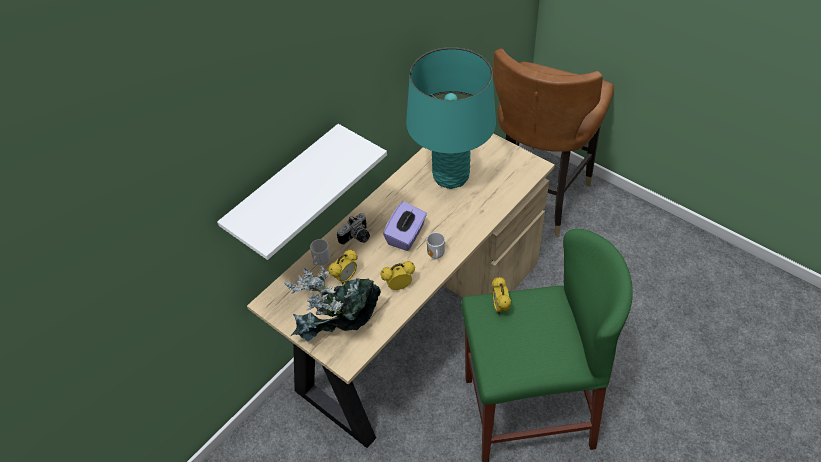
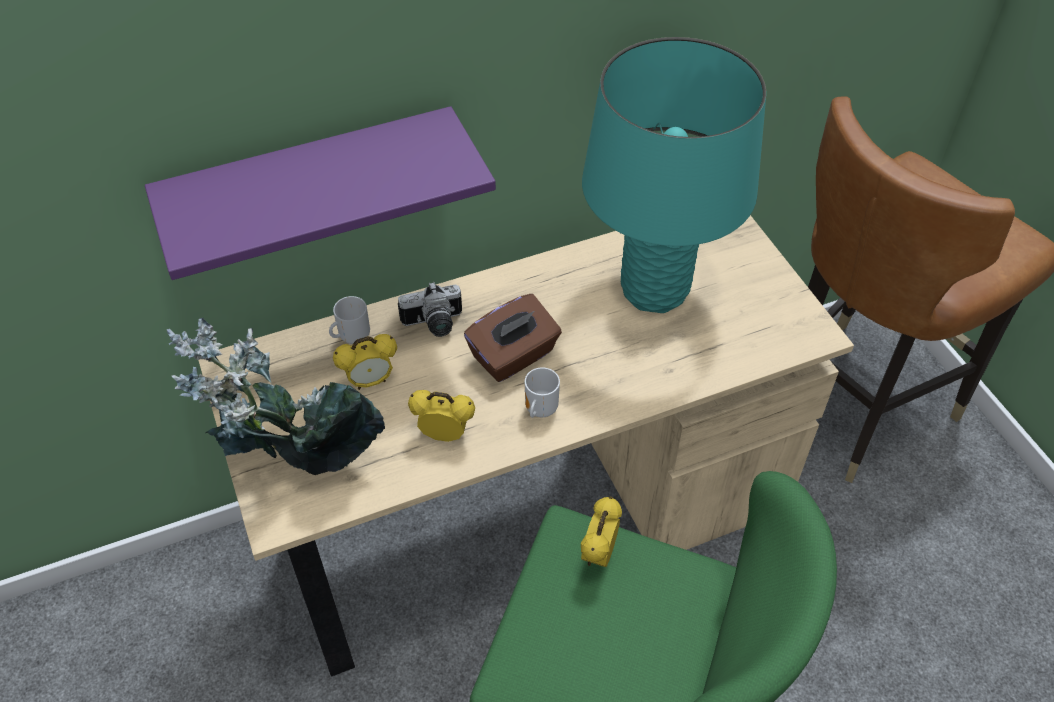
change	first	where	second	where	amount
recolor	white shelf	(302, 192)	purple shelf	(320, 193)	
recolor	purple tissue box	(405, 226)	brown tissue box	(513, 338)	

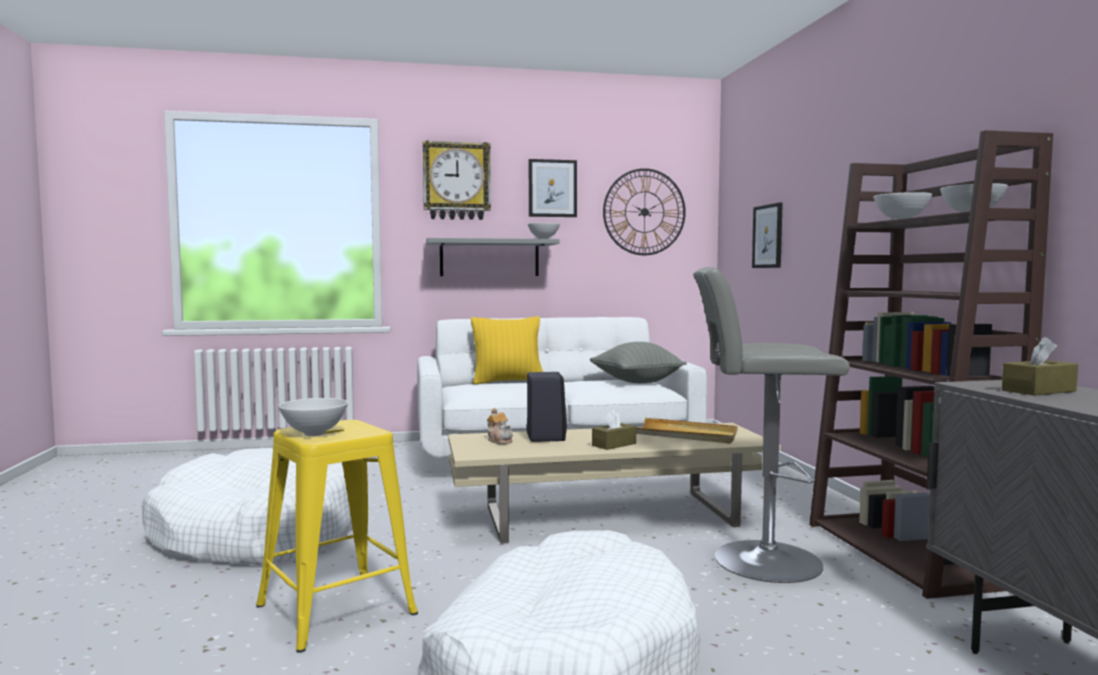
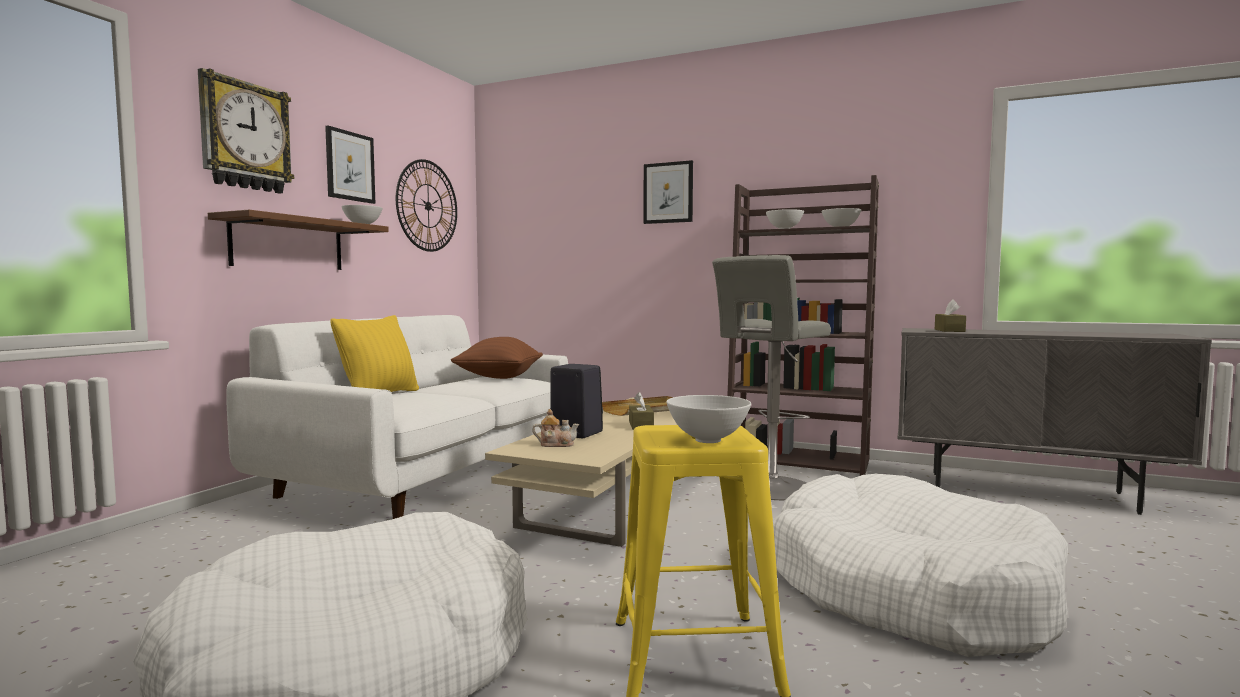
change	first	where	second	where	amount
recolor	grey shelf	(493, 257)	brown shelf	(298, 240)	
recolor	grey pillow	(638, 362)	brown pillow	(497, 358)	
move	picture	(767, 235)		(668, 192)	

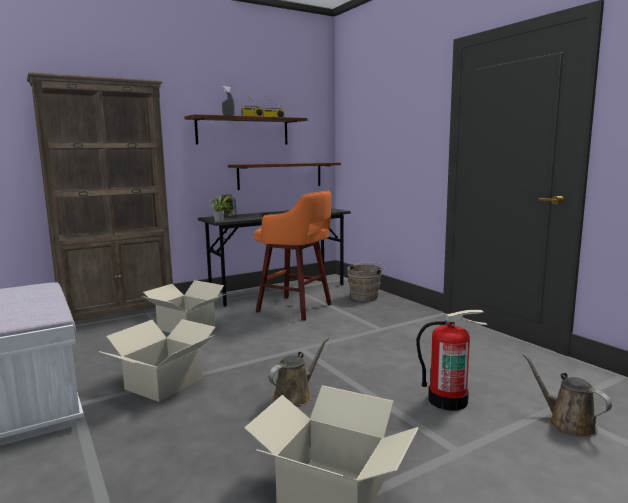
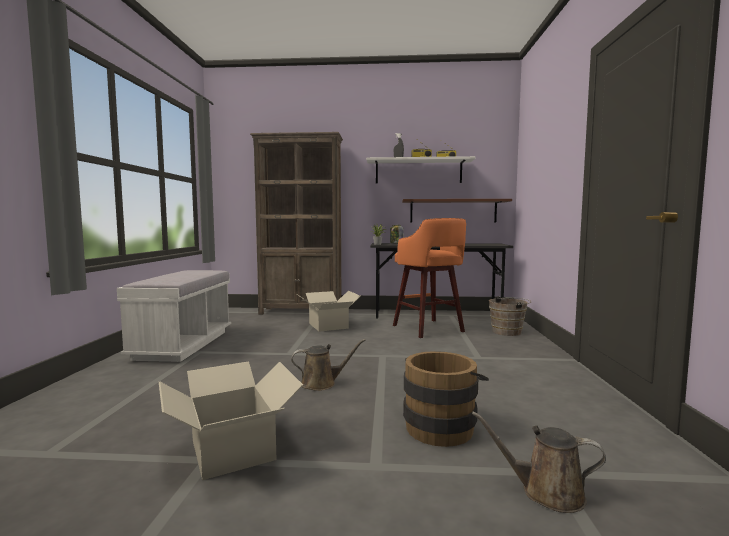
change	first	where	second	where	amount
delete	cardboard box	(157, 360)			
recolor	brown shelf	(246, 129)	white shelf	(421, 169)	
replace	fire extinguisher	(451, 360)	brown bucket	(446, 399)	
rotate	brown watering can	(567, 395)		(539, 462)	75 degrees counterclockwise

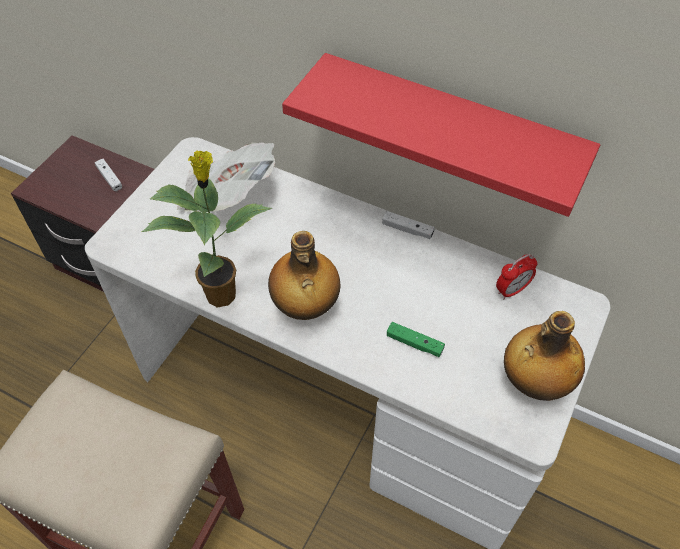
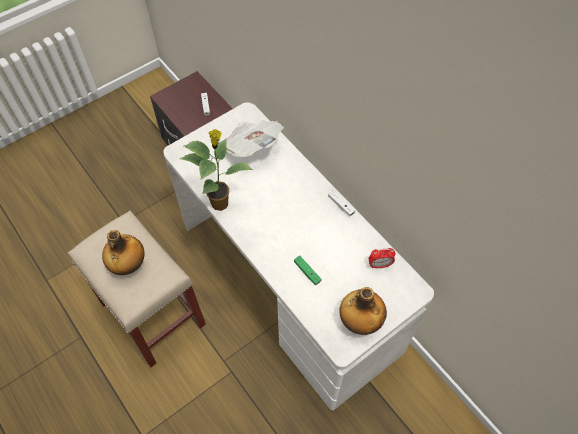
change	first	where	second	where	amount
move	bottle	(304, 275)		(123, 252)	
delete	red shelf	(441, 135)			

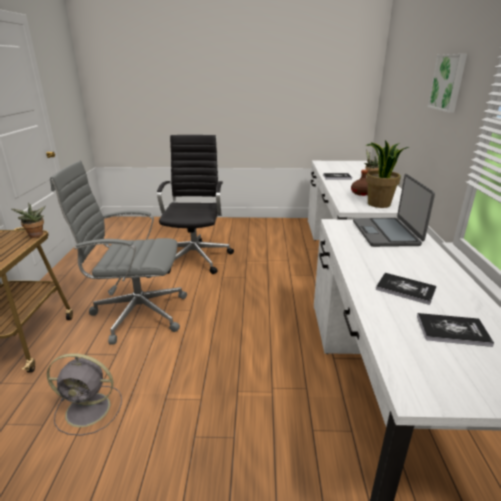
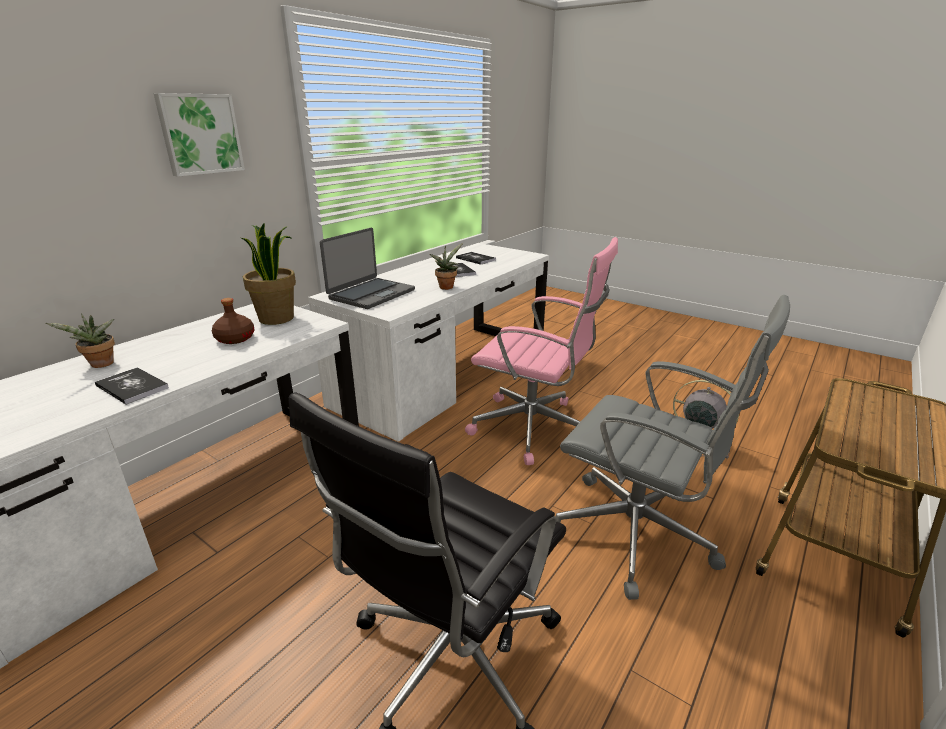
change	first	where	second	where	amount
move	potted plant	(28, 220)		(446, 266)	
insert			pink office chair	(541, 351)	

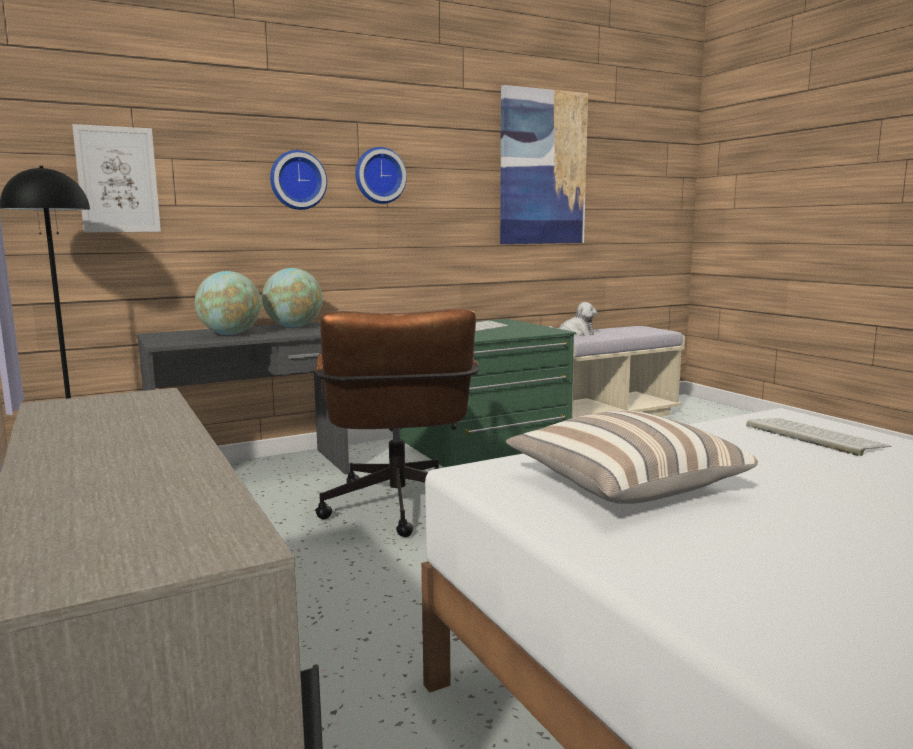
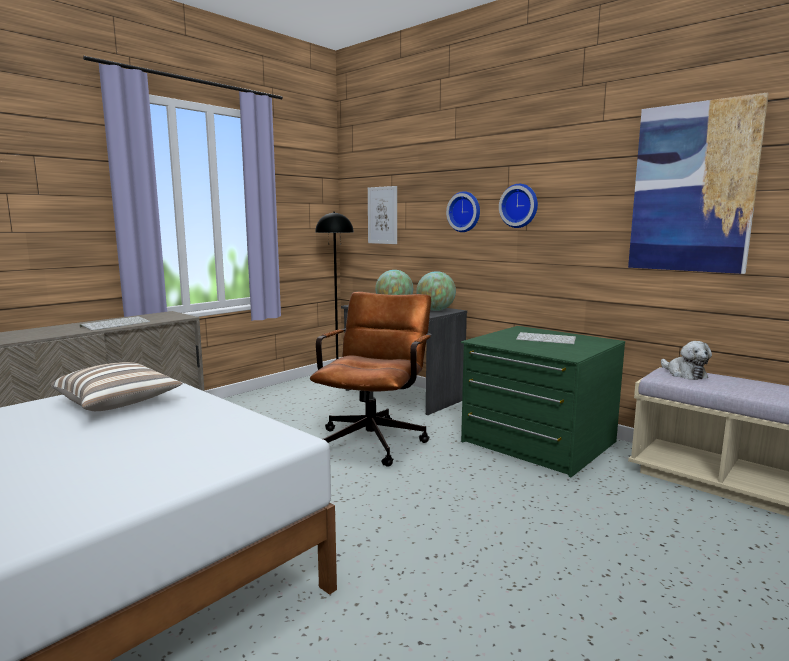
change	first	where	second	where	amount
rotate	brown office chair	(397, 423)		(371, 379)	135 degrees clockwise
move	keyboard	(819, 437)		(115, 323)	

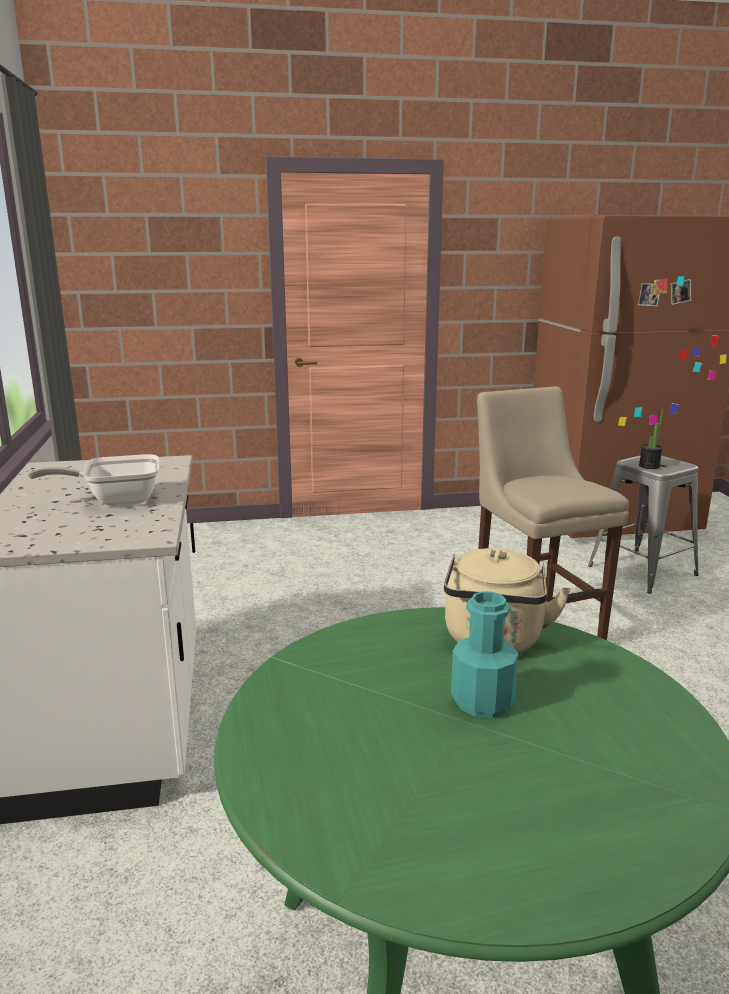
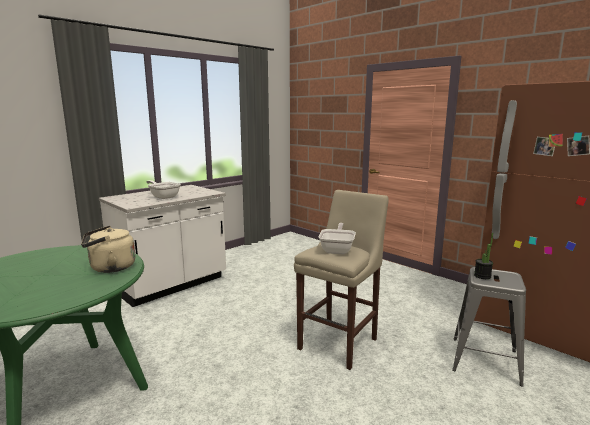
change	first	where	second	where	amount
delete	turquoise bottle	(484, 654)			
insert			frying pan	(337, 238)	

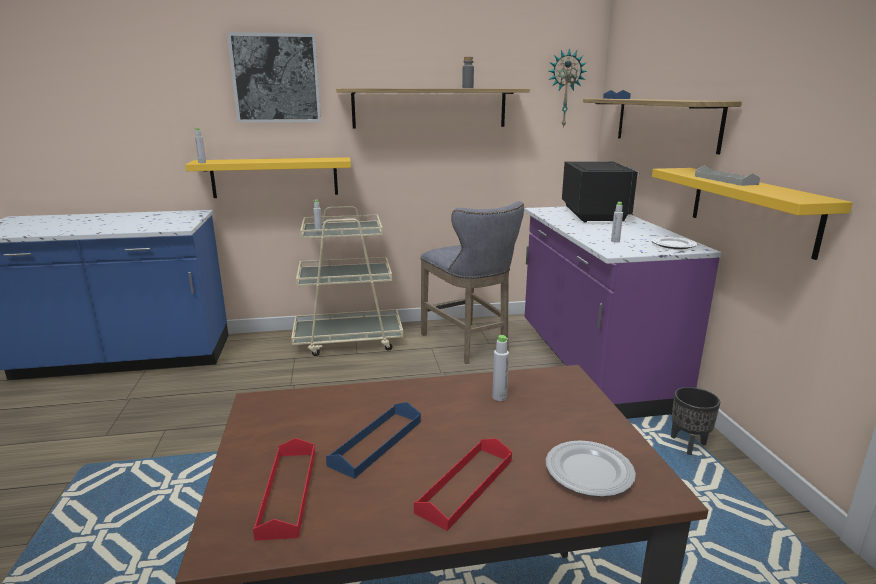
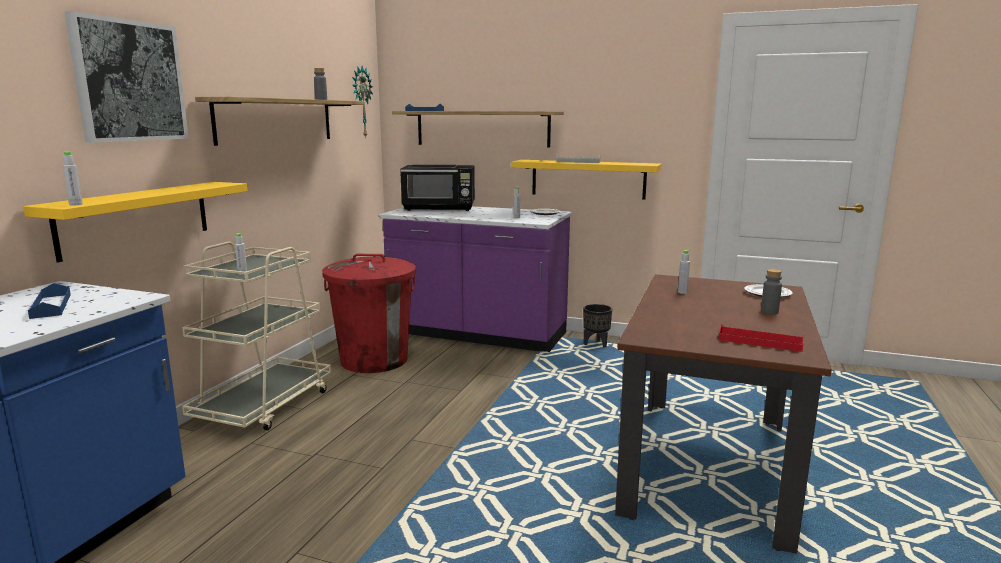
change	first	where	second	where	amount
move	blue tray	(373, 440)		(49, 301)	
replace	red tray	(463, 484)	grey bottle	(771, 292)	
replace	grey stool	(472, 282)	red trash can	(369, 313)	
rotate	black microwave	(600, 191)		(437, 188)	150 degrees clockwise

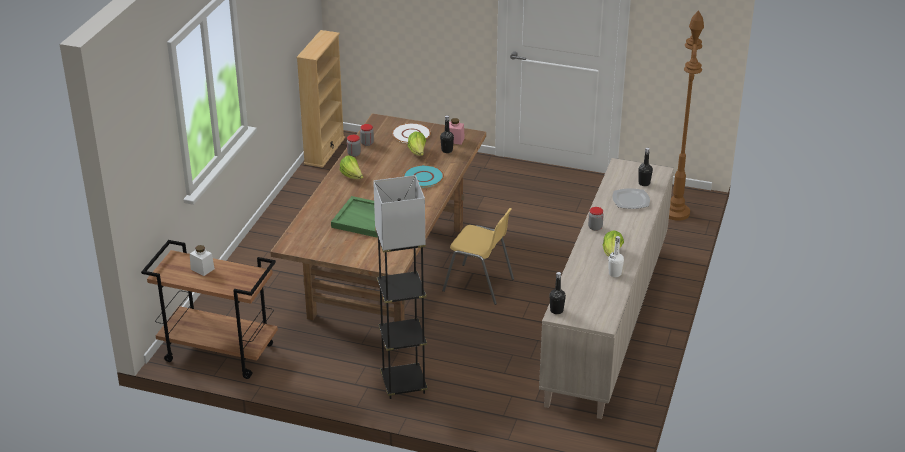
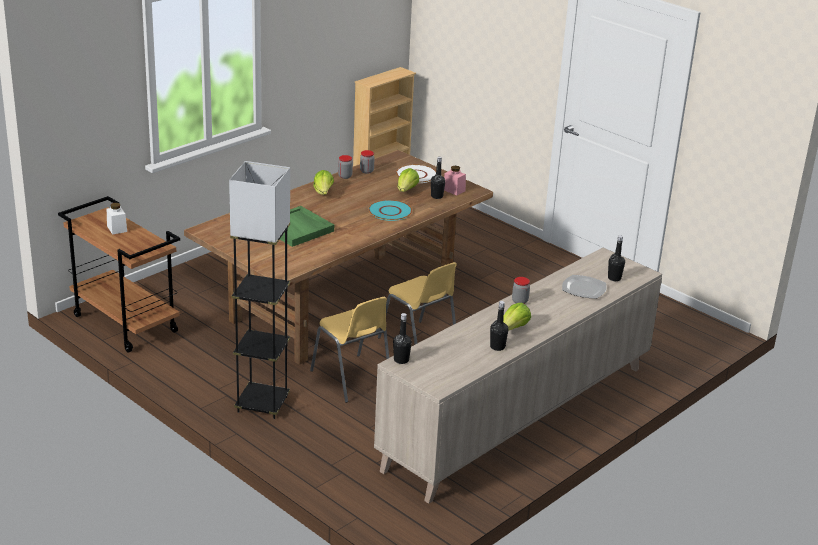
change	first	where	second	where	amount
recolor	white bottle	(616, 256)	black bottle	(499, 326)	
delete	brown floor lamp	(686, 115)			
insert			yellow chair	(349, 350)	

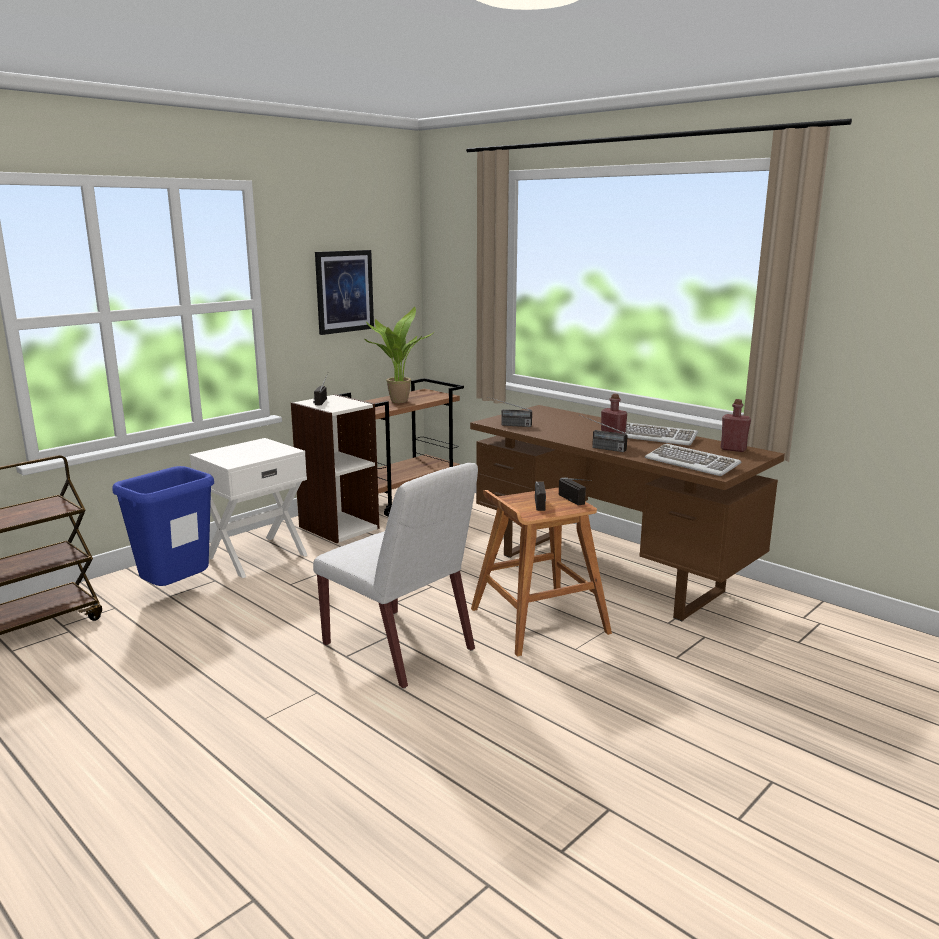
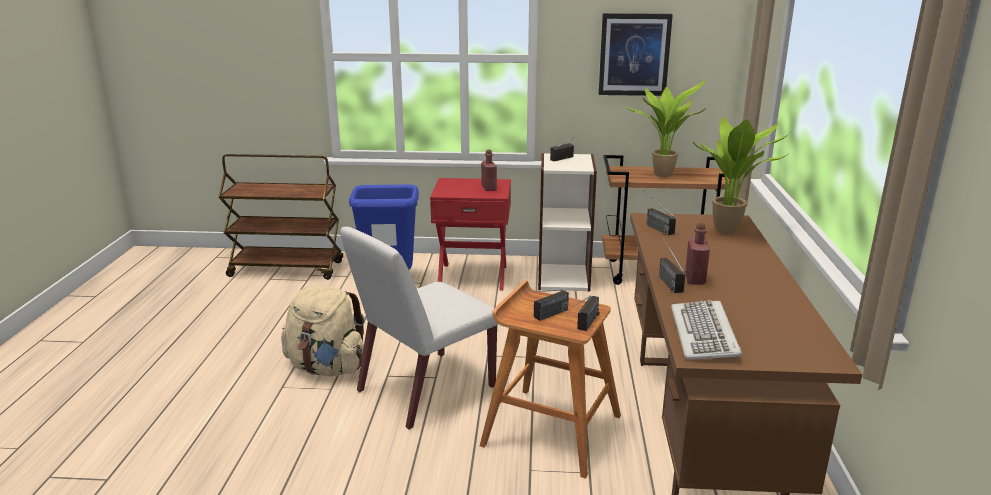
change	first	where	second	where	amount
recolor	white nightstand	(249, 508)	red nightstand	(470, 234)	
rotate	white chair	(395, 576)		(419, 328)	45 degrees clockwise
delete	keyboard	(662, 434)			
move	red bottle	(736, 425)		(489, 170)	
insert			beige backpack	(323, 331)	
insert			potted plant	(741, 175)	

